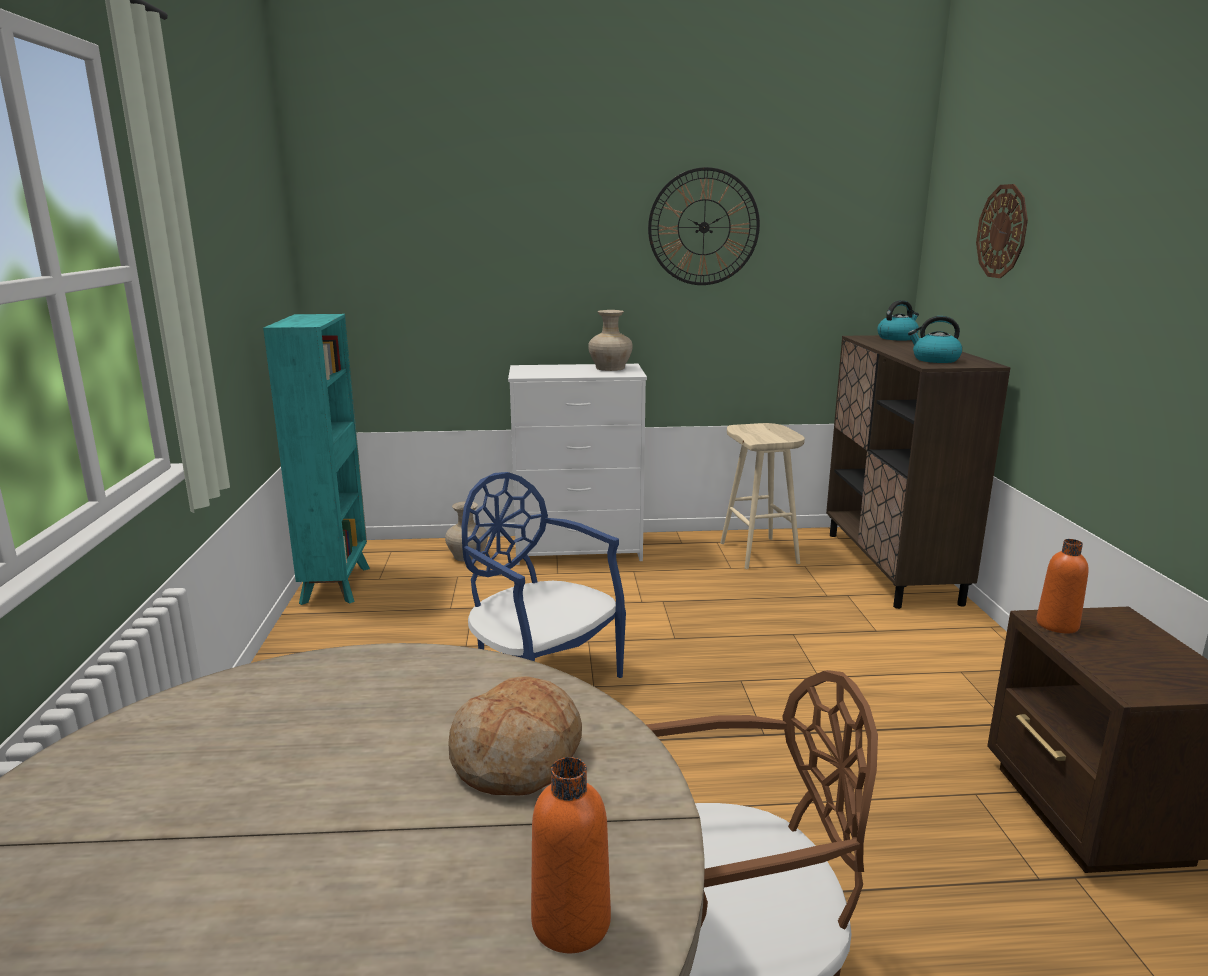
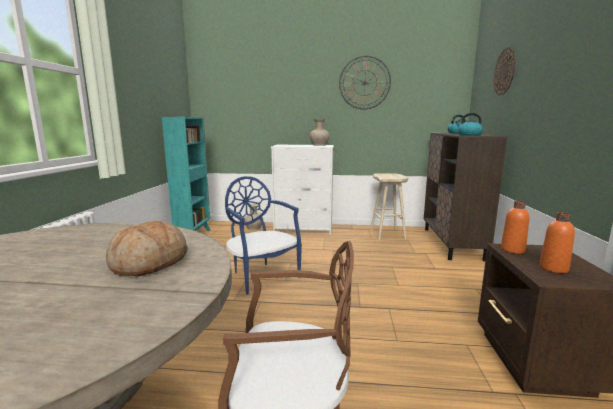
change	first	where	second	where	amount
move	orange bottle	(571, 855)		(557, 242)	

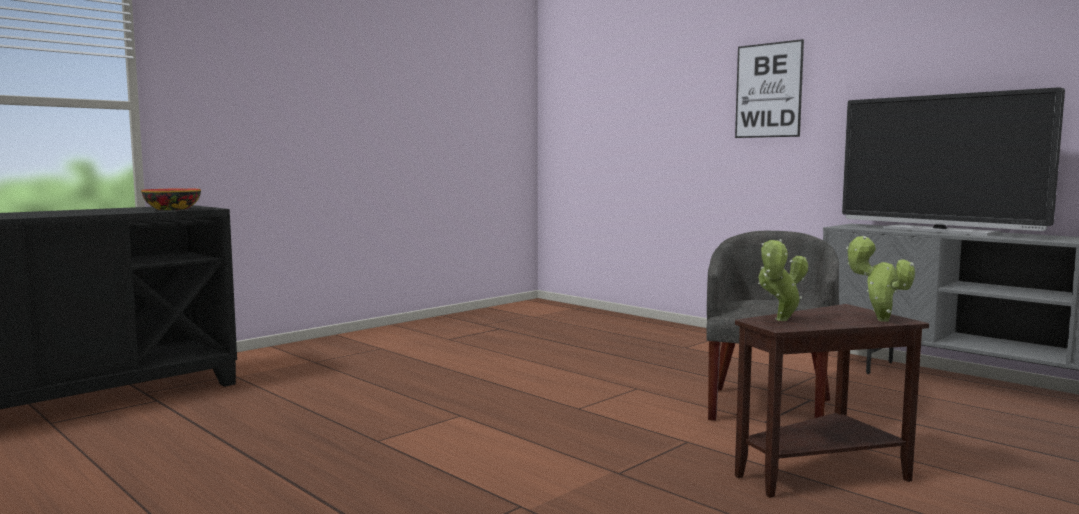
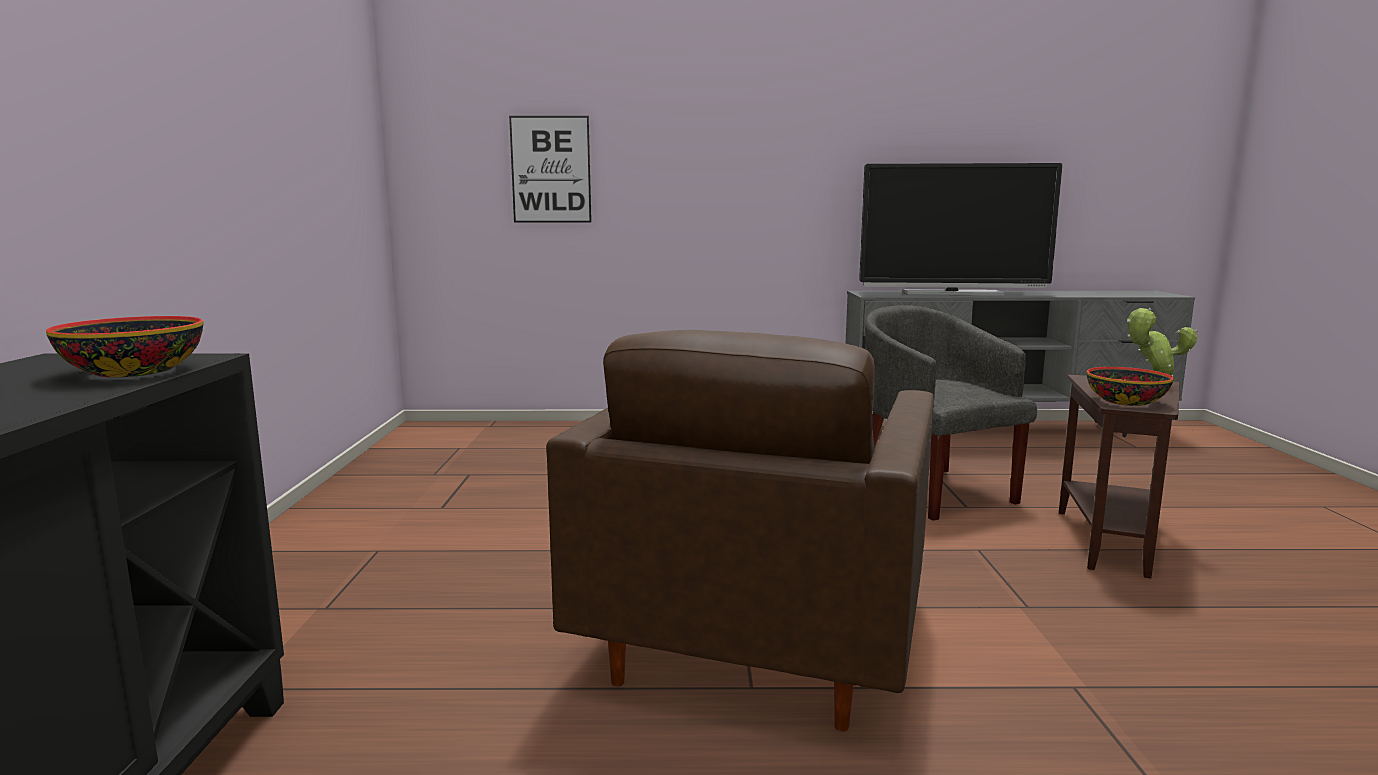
change	first	where	second	where	amount
move	picture	(769, 88)		(550, 169)	
replace	potted plant	(783, 280)	bowl	(1130, 386)	
insert			brown armchair	(740, 530)	

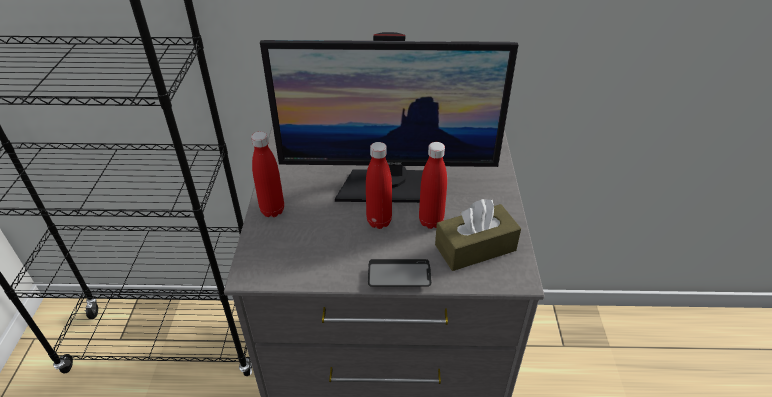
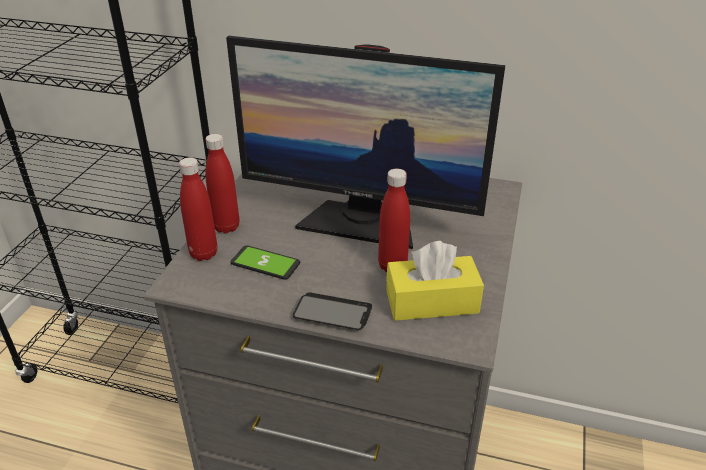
change	first	where	second	where	amount
move	red bottle	(379, 185)		(198, 209)	
recolor	brown tissue box	(478, 235)	yellow tissue box	(435, 281)	
insert			phone	(265, 262)	

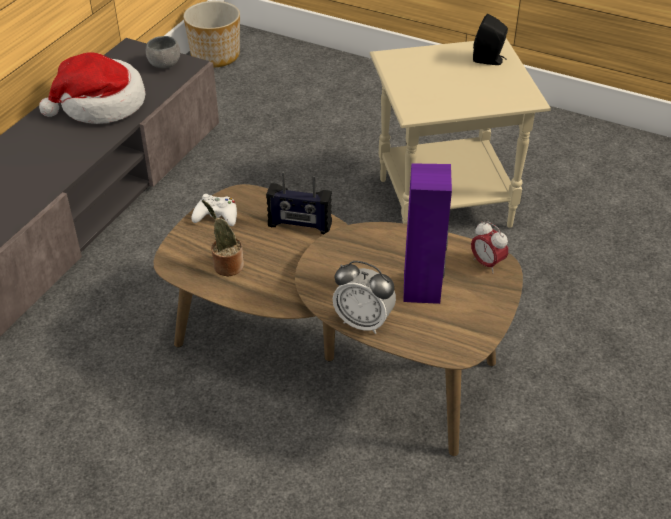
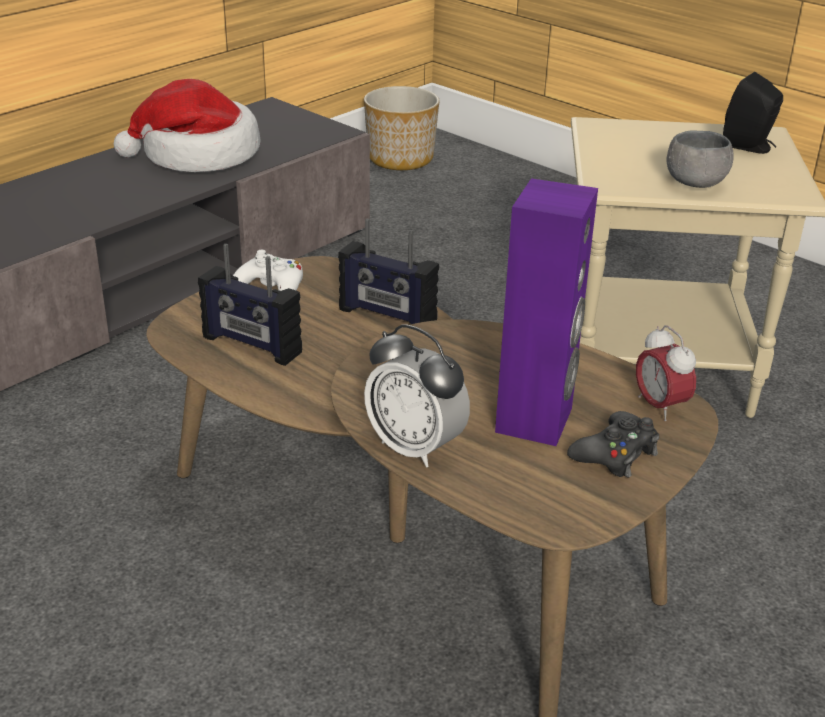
change	first	where	second	where	amount
move	grey bowl	(163, 52)		(700, 159)	
replace	potted plant	(223, 238)	radio	(250, 305)	
insert			black game controller	(613, 444)	

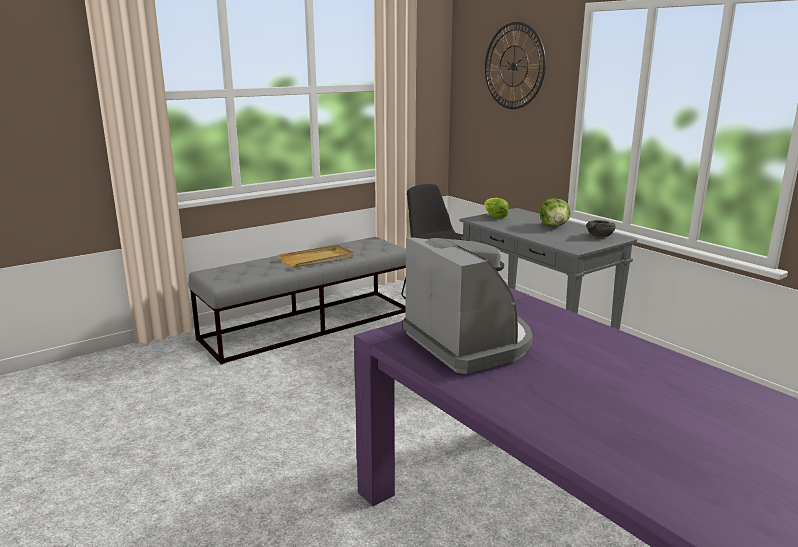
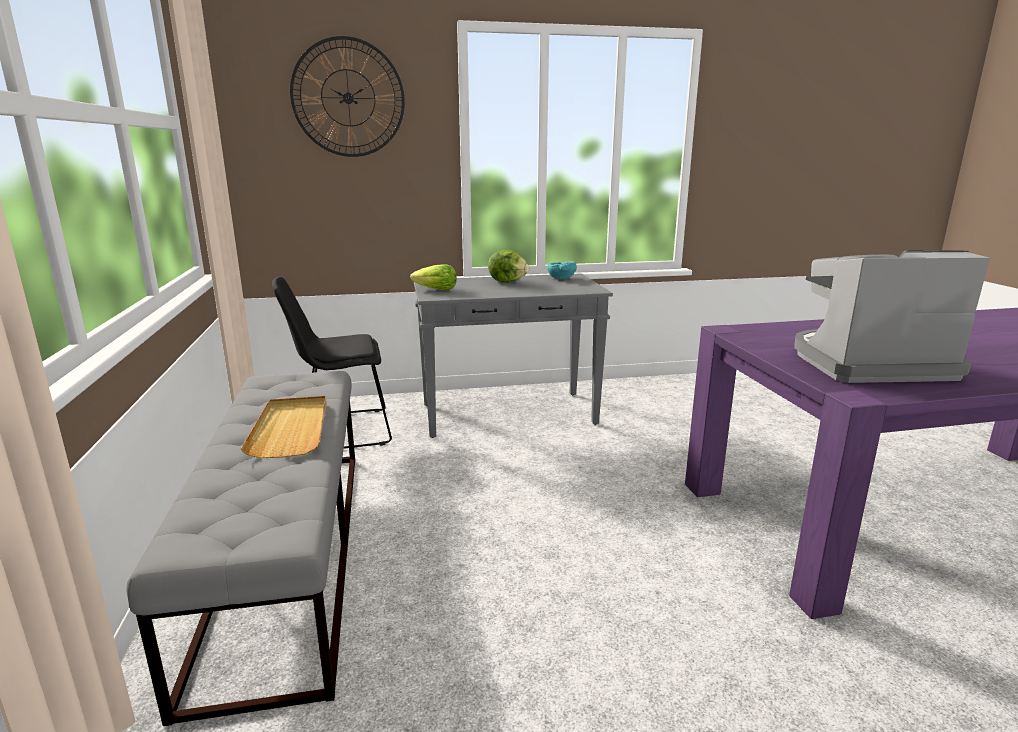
change	first	where	second	where	amount
recolor	grey bowl	(601, 228)	turquoise bowl	(562, 270)	

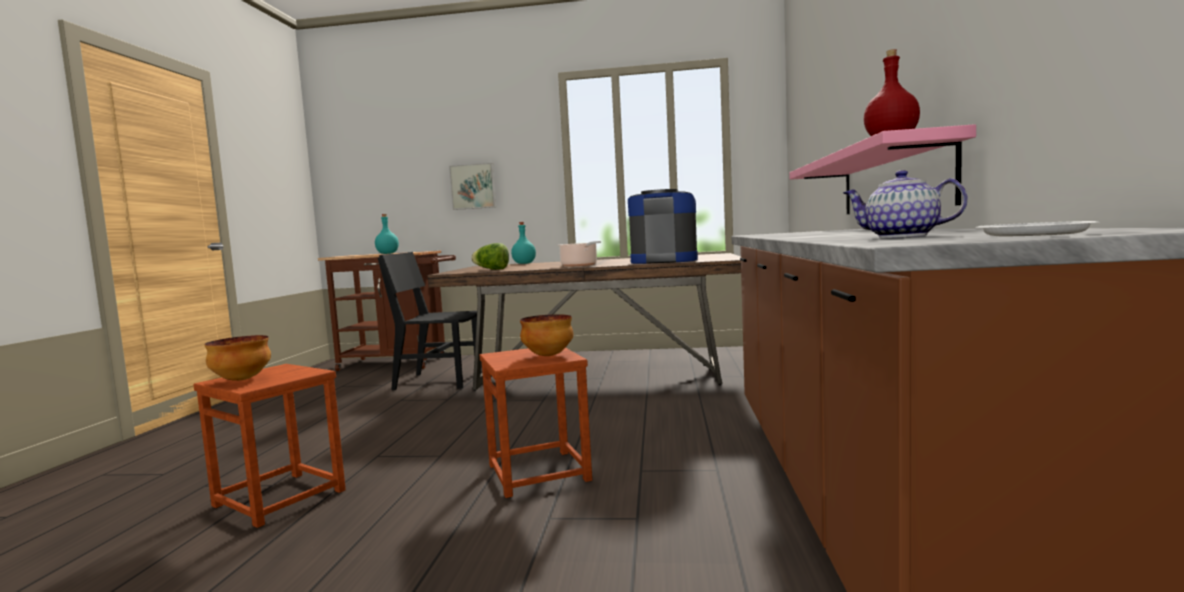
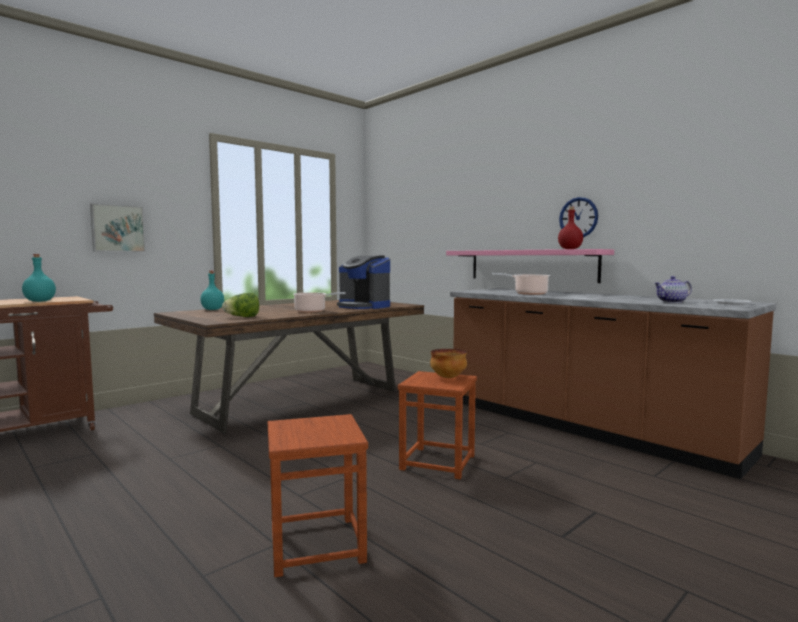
change	first	where	second	where	amount
delete	bowl	(237, 358)			
delete	black chair	(430, 321)			
rotate	coffee machine	(663, 226)		(363, 282)	105 degrees counterclockwise
insert			cooking pot	(521, 284)	
insert			wall clock	(578, 217)	

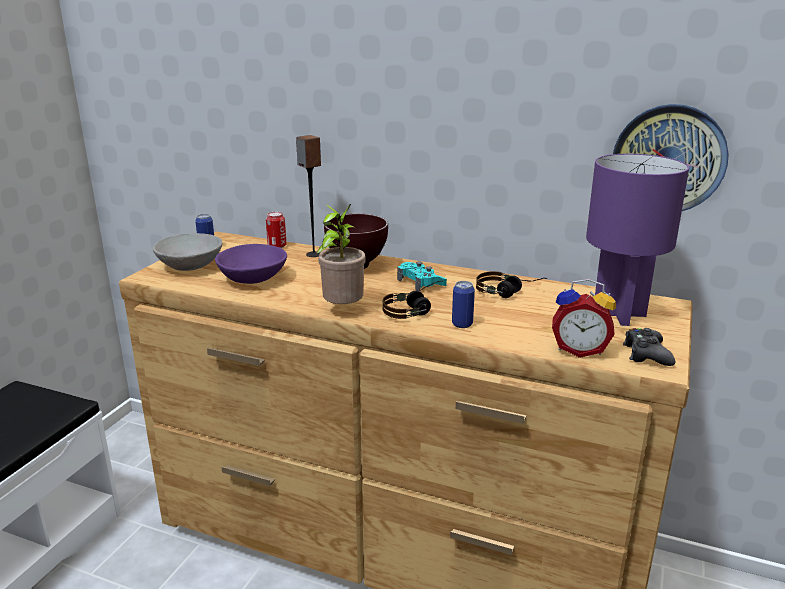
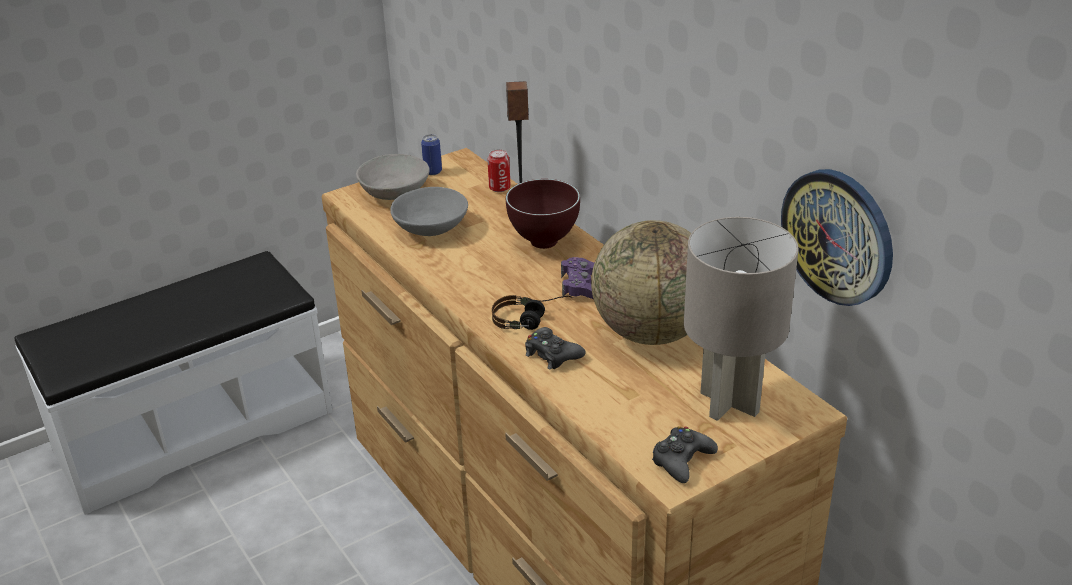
change	first	where	second	where	amount
recolor	purple bowl	(251, 264)	grey bowl	(429, 211)	
delete	potted plant	(341, 254)			
recolor	turquoise game controller	(422, 276)	purple game controller	(577, 278)	
replace	can	(463, 304)	black game controller	(555, 348)	
replace	headphones	(511, 284)	globe	(641, 282)	
delete	alarm clock	(584, 318)			
recolor	purple table lamp	(637, 240)	grey table lamp	(741, 319)	

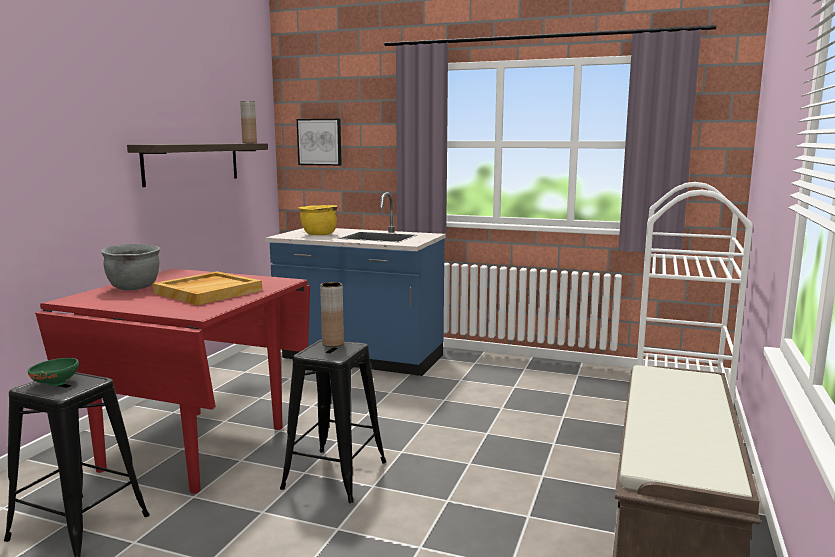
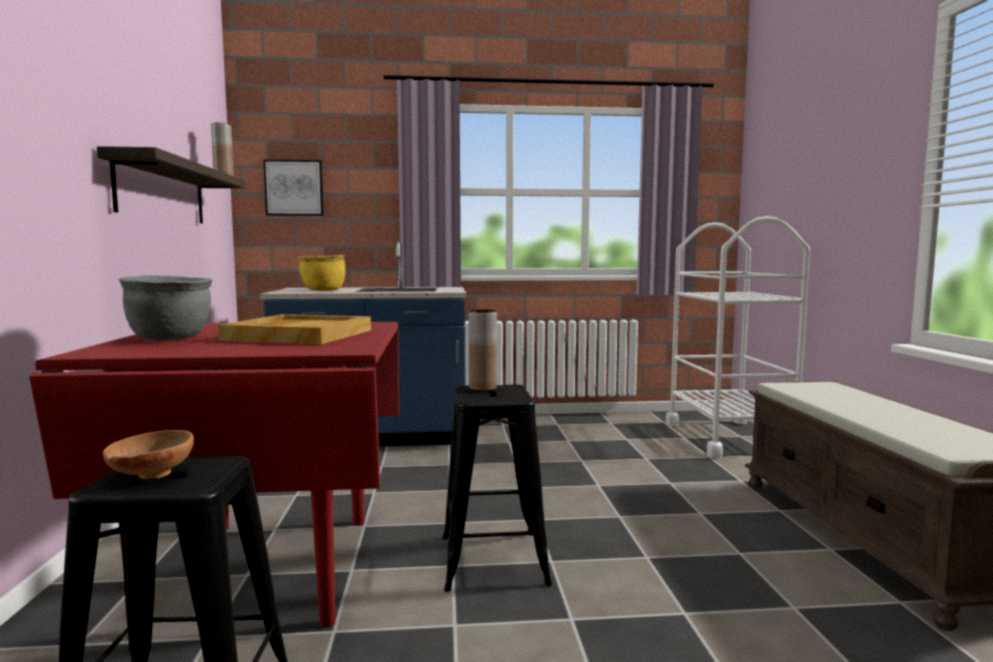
change	first	where	second	where	amount
recolor	green bowl	(53, 372)	brown bowl	(148, 454)	

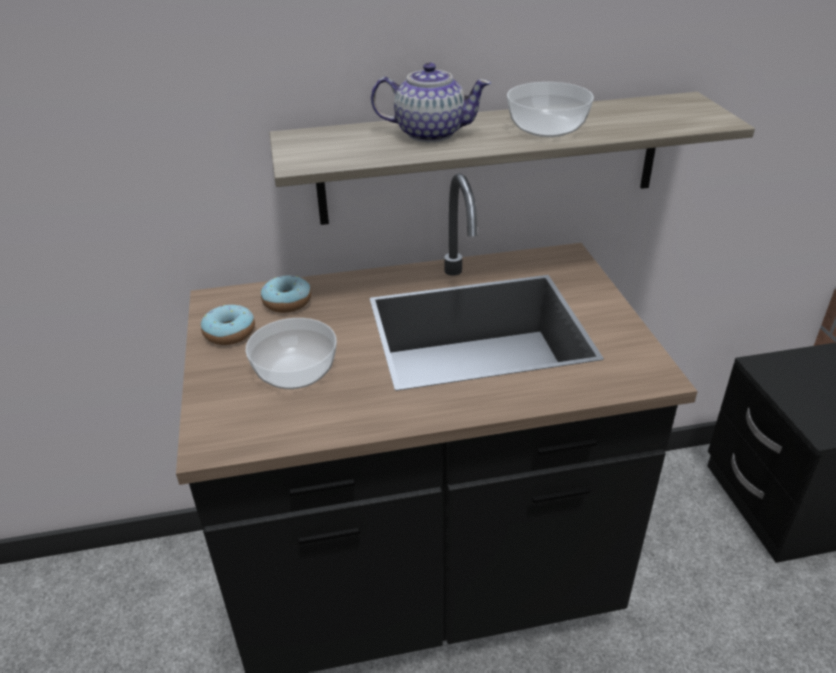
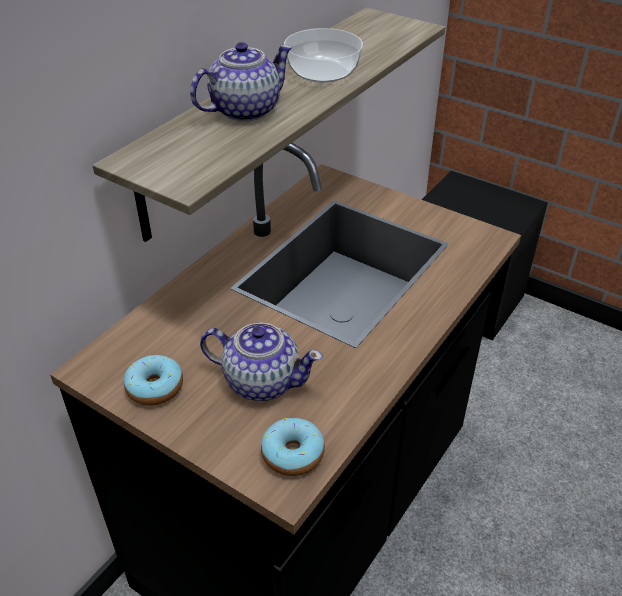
change	first	where	second	where	amount
replace	bowl	(291, 353)	teapot	(261, 361)	
move	donut	(286, 294)		(293, 447)	

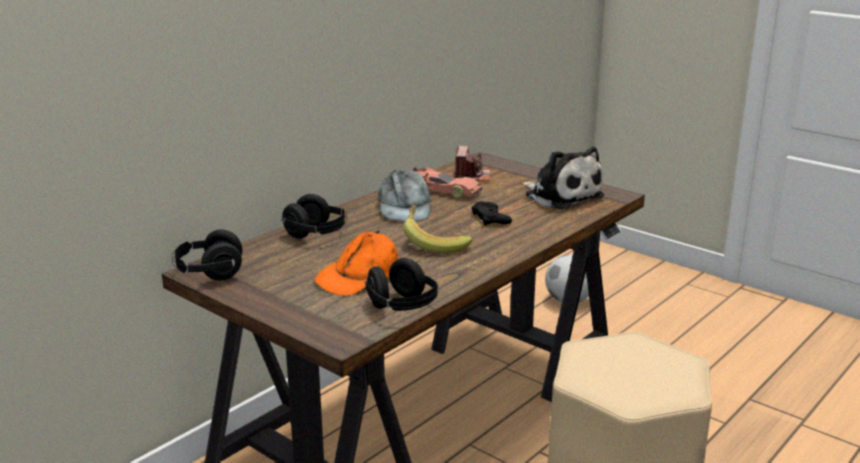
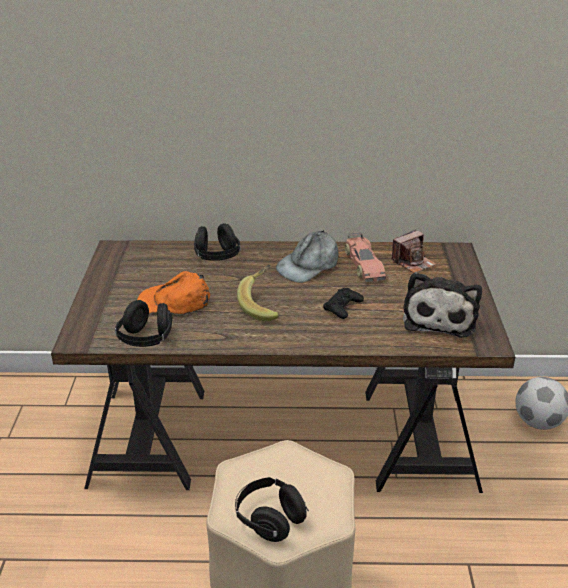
change	first	where	second	where	amount
move	black headphones	(207, 254)		(272, 509)	

